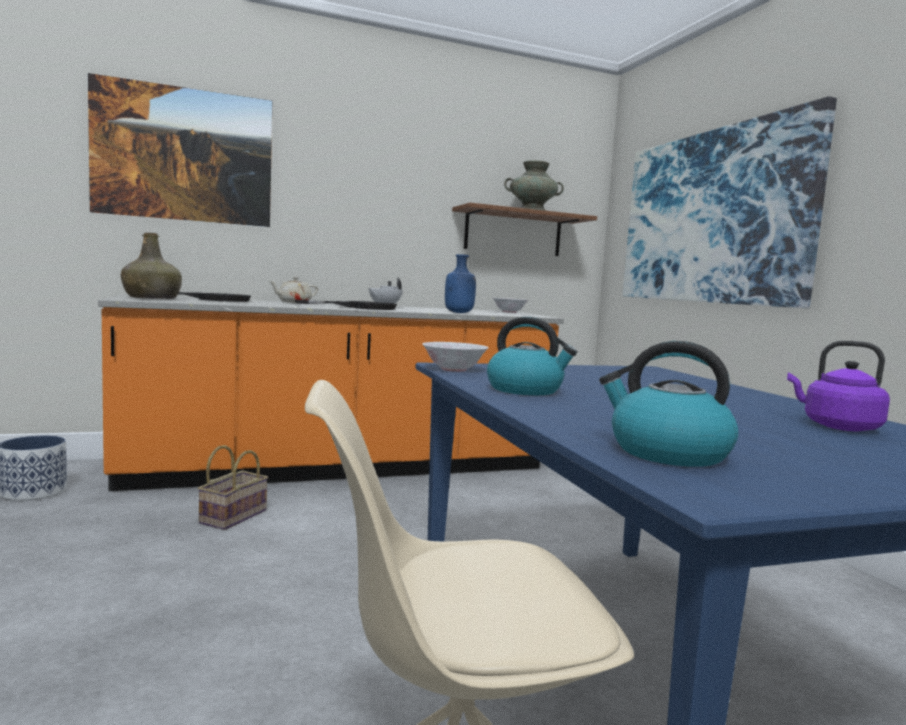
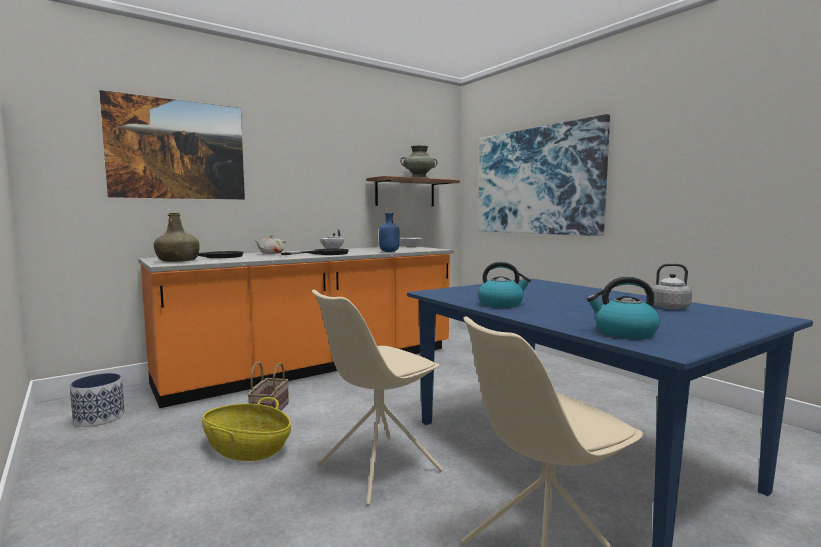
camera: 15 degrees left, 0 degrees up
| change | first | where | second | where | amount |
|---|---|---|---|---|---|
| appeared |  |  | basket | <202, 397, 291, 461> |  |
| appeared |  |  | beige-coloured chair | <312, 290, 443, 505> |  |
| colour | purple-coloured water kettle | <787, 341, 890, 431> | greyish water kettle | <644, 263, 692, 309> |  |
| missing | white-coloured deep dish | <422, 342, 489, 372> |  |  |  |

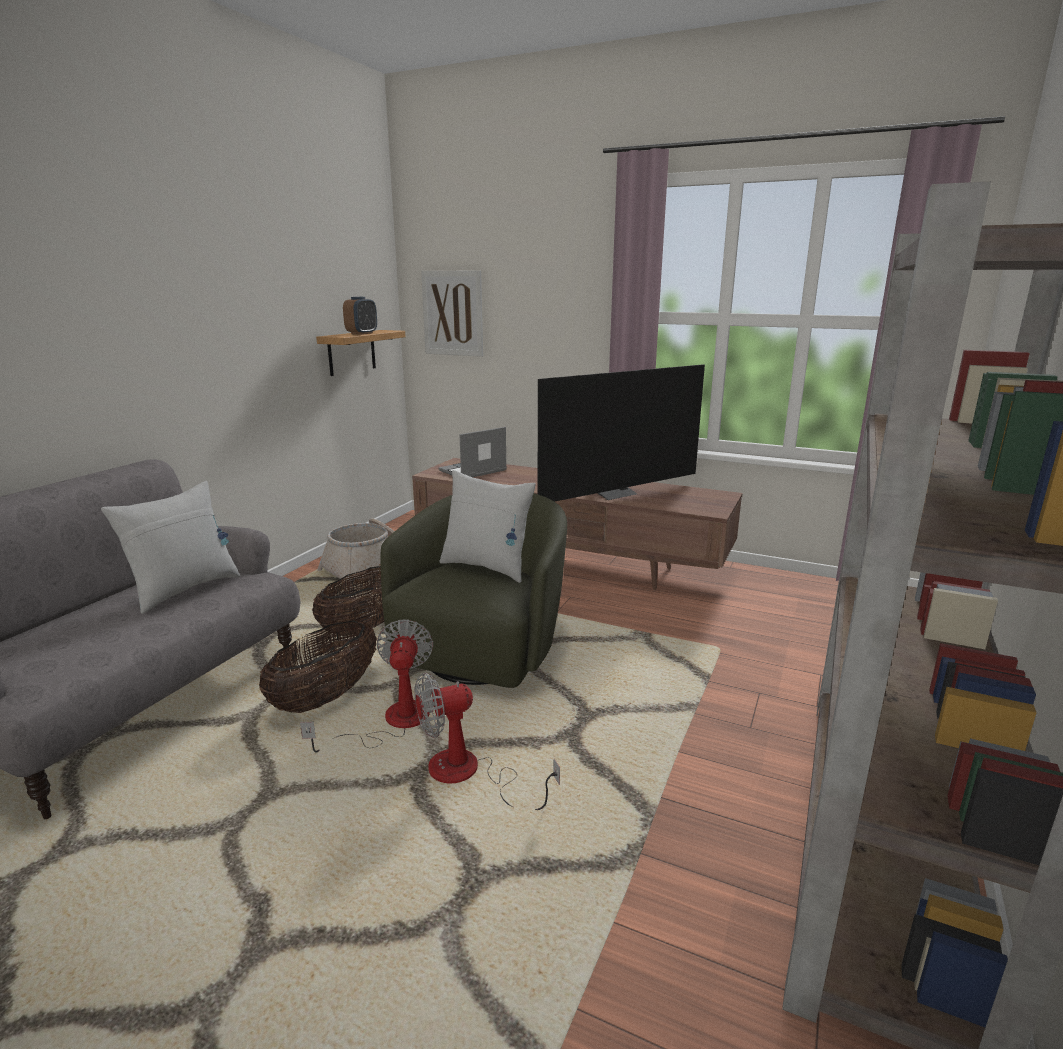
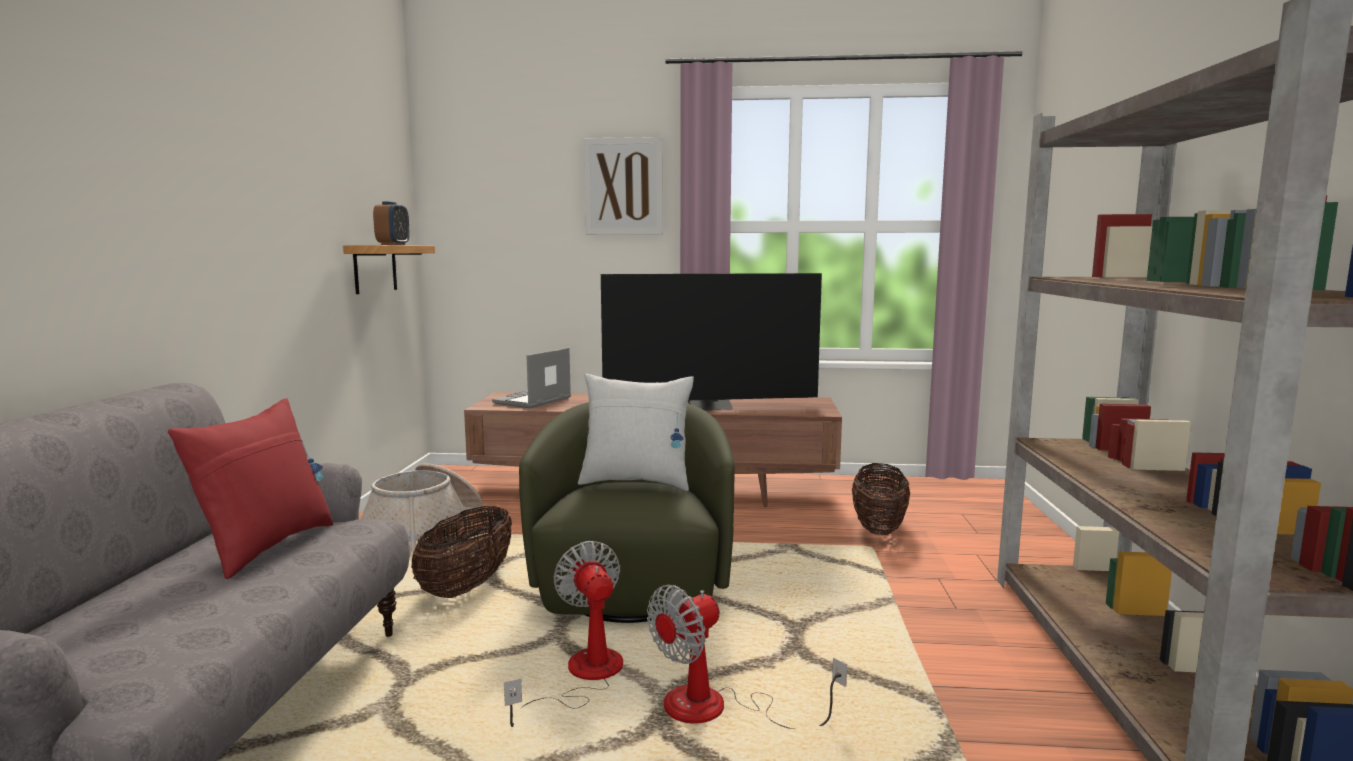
camera: 20 degrees left, 10 degrees down
| change | first | where | second | where | amount |
|---|---|---|---|---|---|
| colour | greyish cushion | <101, 481, 240, 614> | red-coloured cushion | <168, 398, 333, 579> |  |
| relocated | wall picture | <421, 271, 483, 357> |  | <584, 137, 663, 235> |  |
| spun | TV | <537, 364, 705, 502> |  | <601, 273, 822, 410> | 45 degrees clockwise |
| relocated | basket | <259, 620, 377, 713> |  | <852, 463, 910, 535> |  |

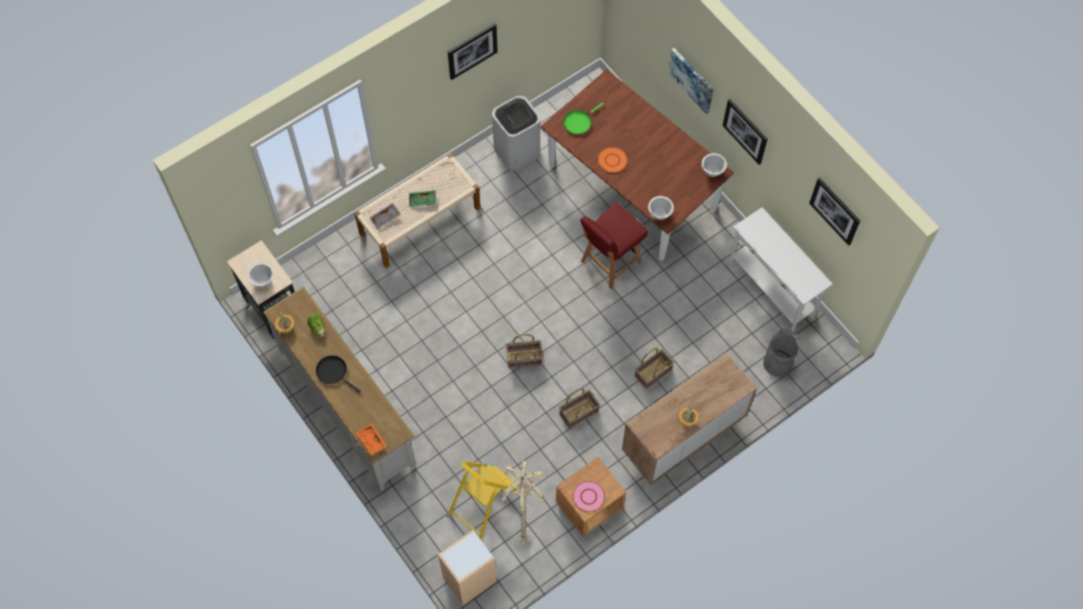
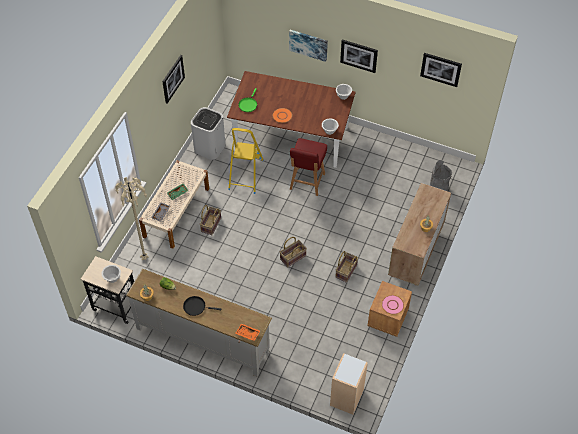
camera: 30 degrees left, 10 degrees down
| change | first | where | second | where | amount |
|---|---|---|---|---|---|
| relocated | beige-coloured standing lamp | <501, 461, 545, 544> |  | <115, 177, 149, 260> |  |
| relocated | basket | <635, 348, 674, 389> |  | <200, 205, 221, 235> |  |
| relocated | yellow-coloured step ladder | <447, 461, 518, 541> |  | <228, 128, 264, 194> |  |
| missing | white-coloured narrow table | <729, 207, 833, 331> |  |  |  |

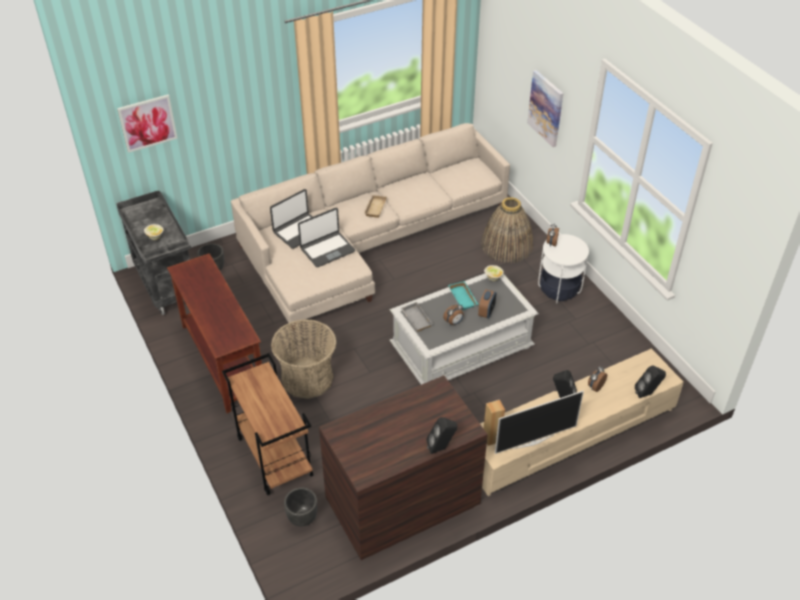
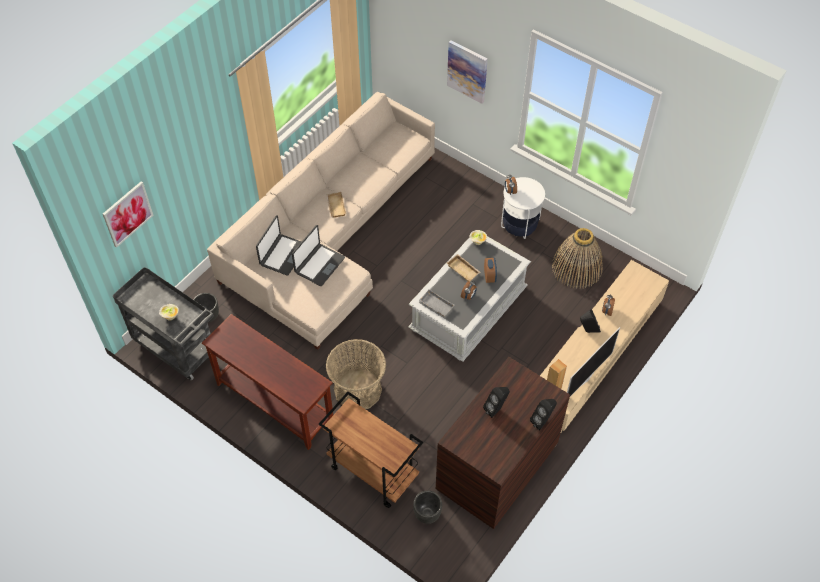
camera: 25 degrees left, 10 degrees up
| change | first | where | second | where | amount |
|---|---|---|---|---|---|
| colour | turquoise-coloured carrying tray | <448, 281, 479, 311> | beige-coloured carrying tray | <447, 254, 480, 281> |  |
| relocated | black-coloured audio speaker | <635, 366, 666, 398> |  | <483, 387, 510, 418> |  |
| relocated | basket | <481, 197, 533, 263> |  | <552, 228, 603, 289> |  |

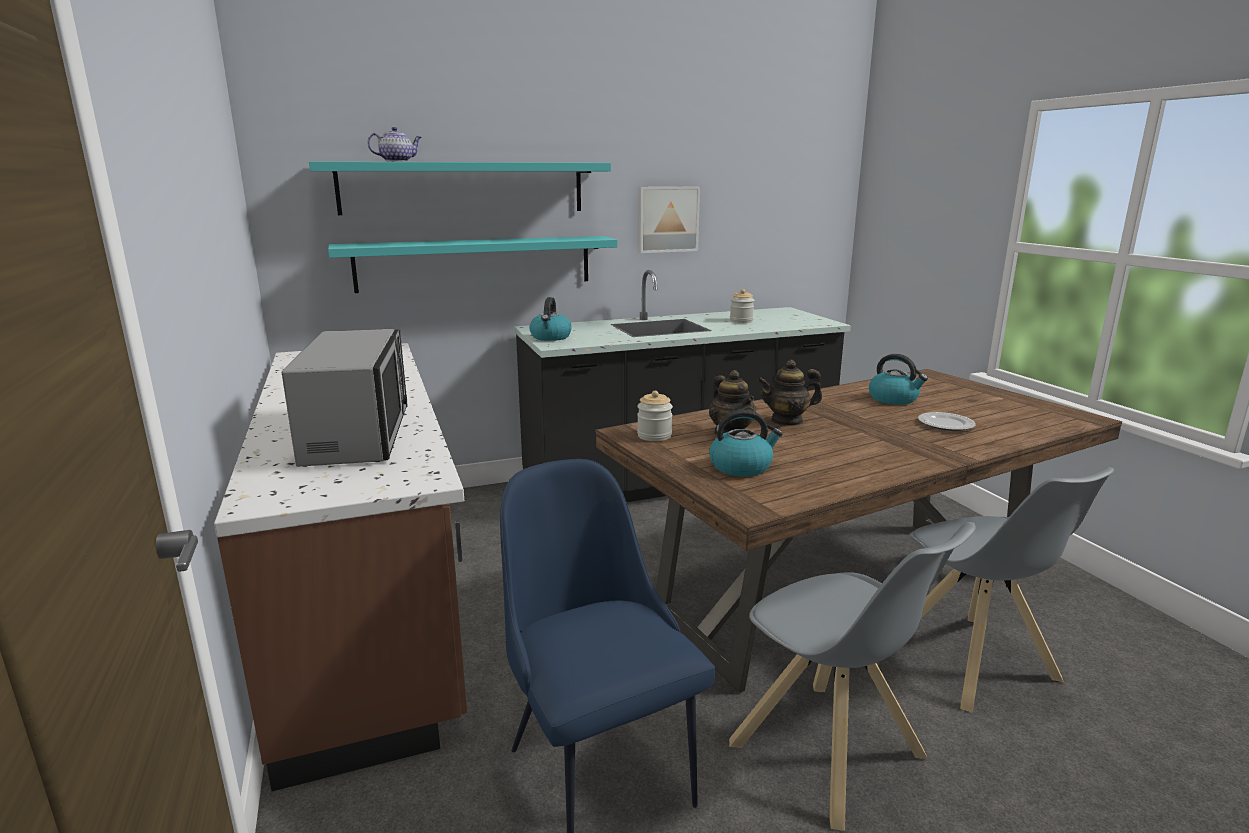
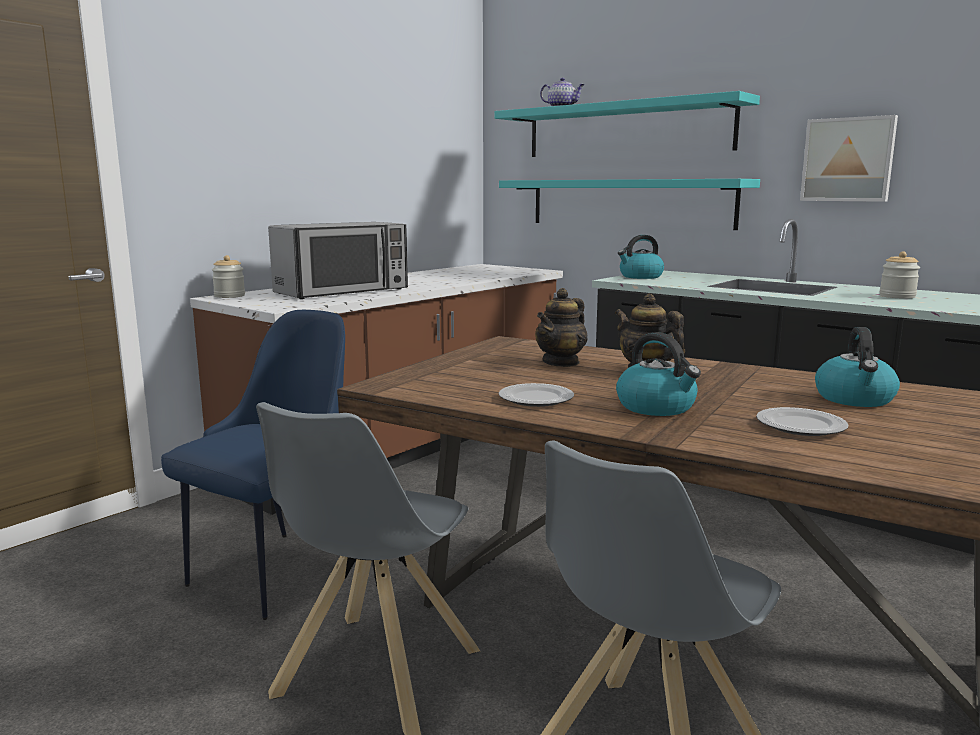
camera: 60 degrees right, 5 degrees down
| change | first | where | second | where | amount |
|---|---|---|---|---|---|
| relocated | jar | <637, 391, 673, 441> |  | <212, 255, 245, 298> |  |
| appeared |  |  | flat dish | <498, 383, 574, 407> |  |
| relocated | water kettle | <709, 409, 783, 477> |  | <616, 332, 701, 416> |  |

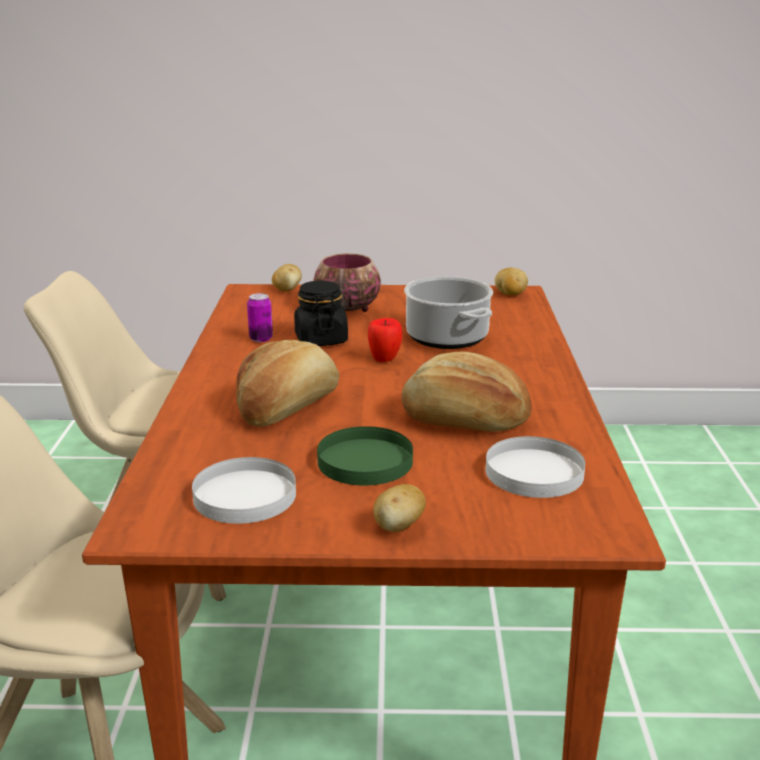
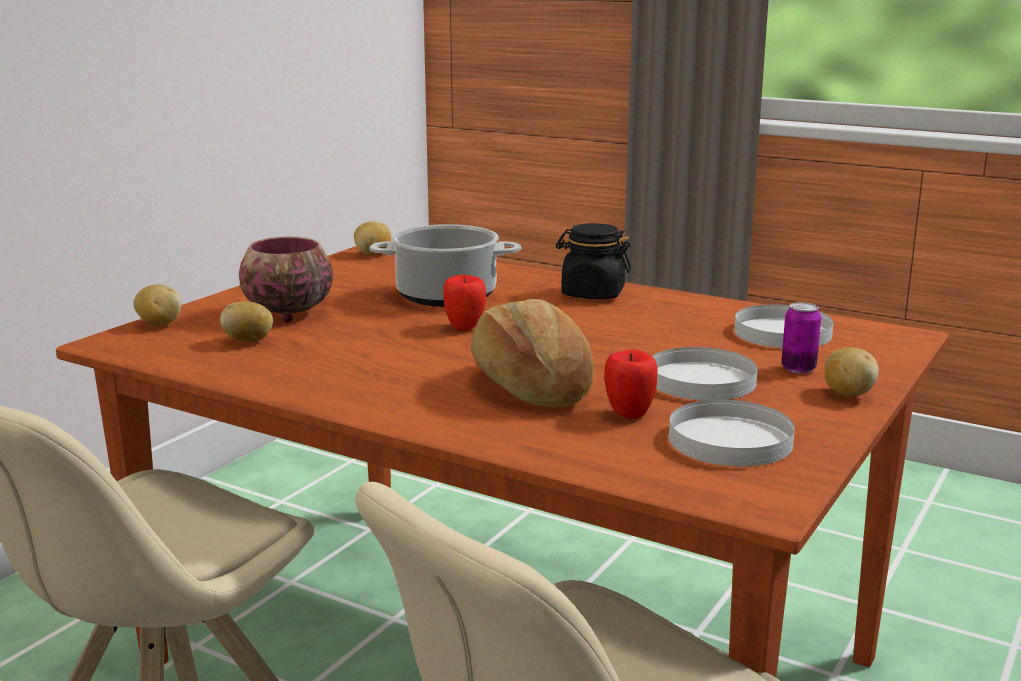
camera: 60 degrees left, 5 degrees down
| change | first | where | second | where | amount |
|---|---|---|---|---|---|
| appeared |  |  | spud | <220, 301, 273, 342> |  |
| relocated | black-coloured jar | <294, 281, 348, 346> |  | <556, 223, 631, 299> |  |
| appeared |  |  | apple fruit | <604, 349, 658, 419> |  |
| colour | green flat dish | <317, 426, 413, 486> | white-coloured flat dish | <652, 347, 758, 400> |  |
| relocated | can | <247, 293, 273, 342> |  | <781, 302, 821, 373> |  |
| missing | bread | <402, 352, 532, 432> |  |  |  |

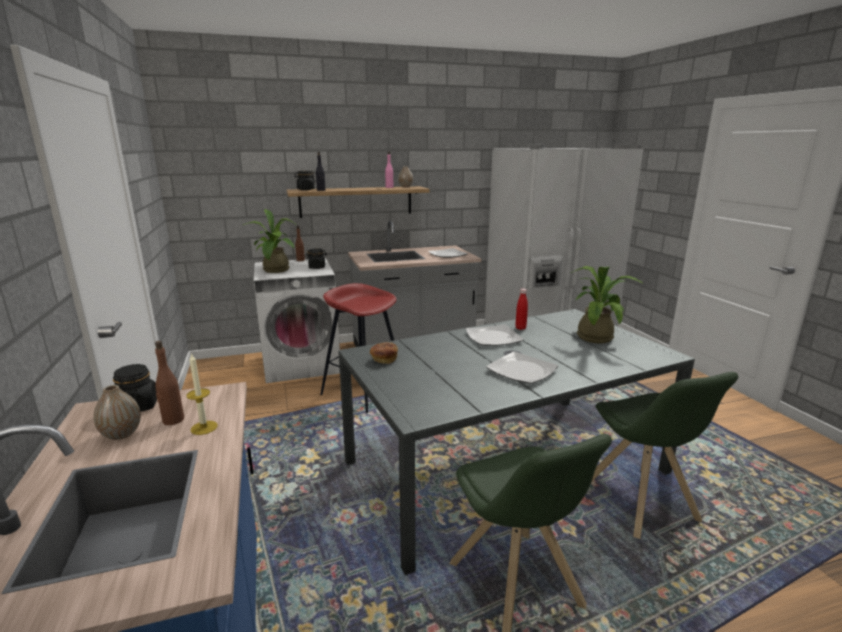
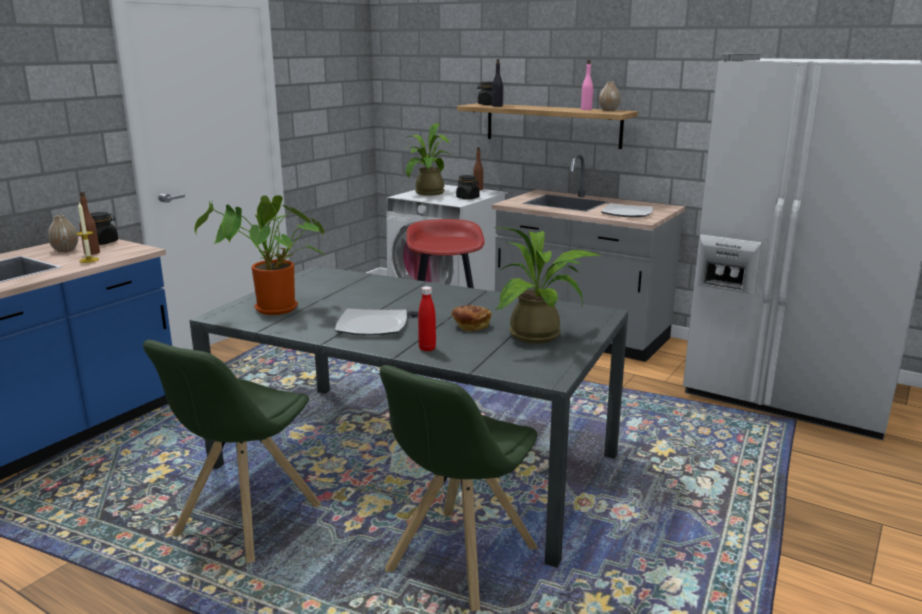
camera: 50 degrees right, 0 degrees up
| change | first | where | second | where | amount |
|---|---|---|---|---|---|
| appeared |  |  | houseplant | <194, 195, 325, 315> |  |
| relocated | red-coloured drink bottle | <515, 289, 528, 330> |  | <418, 286, 436, 351> |  |
| relocated | bread | <370, 342, 398, 364> |  | <452, 305, 491, 331> |  |
| missing | flat dish | <466, 325, 523, 346> |  |  |  |

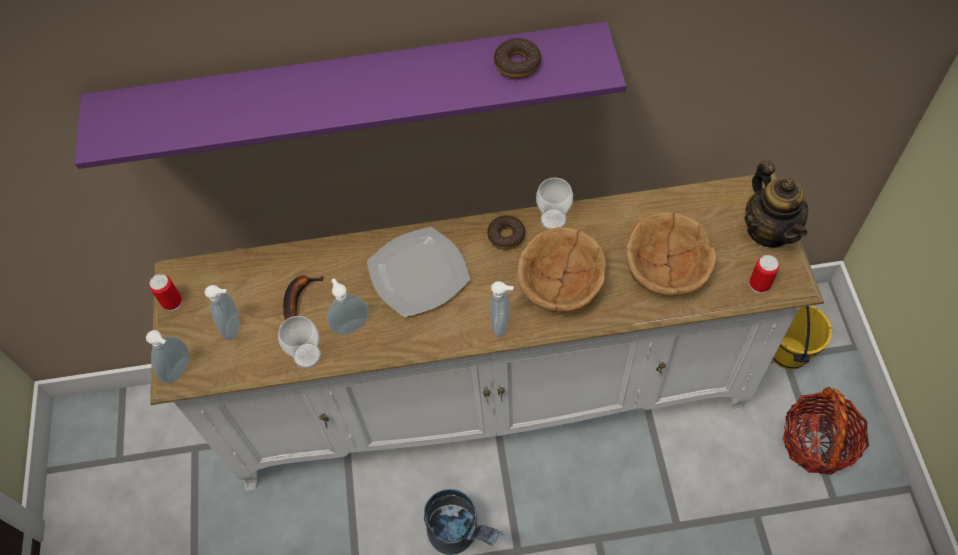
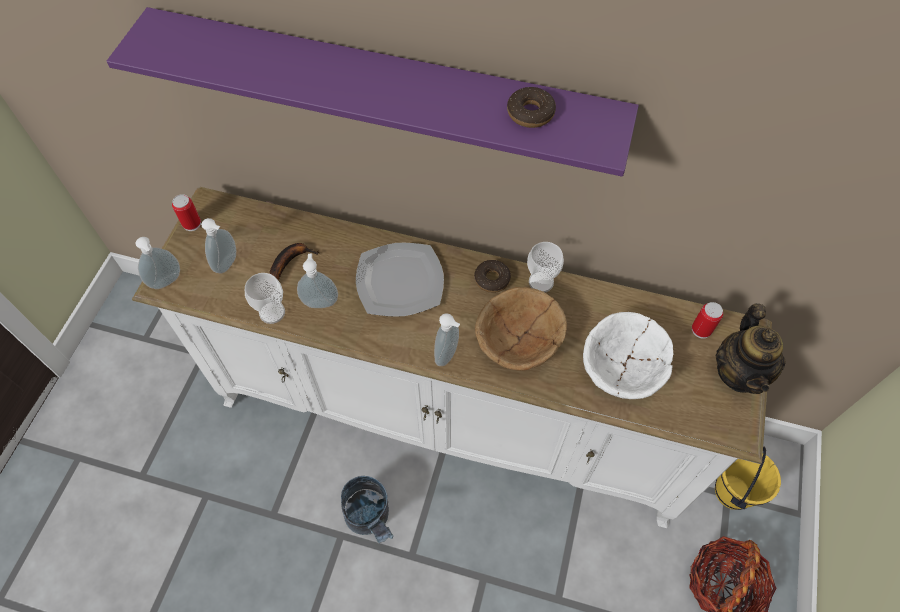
camera: 20 degrees right, 0 degrees up
| change | first | where | second | where | amount |
|---|---|---|---|---|---|
| colour | brown deep dish | <626, 212, 716, 296> | white-coloured deep dish | <583, 312, 673, 399> |  |
| relocated | can | <749, 255, 779, 293> |  | <692, 302, 723, 339> |  |

